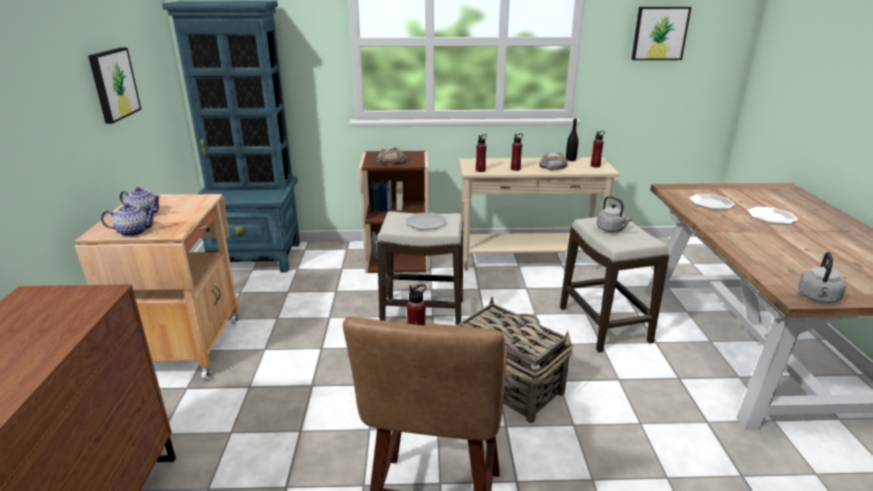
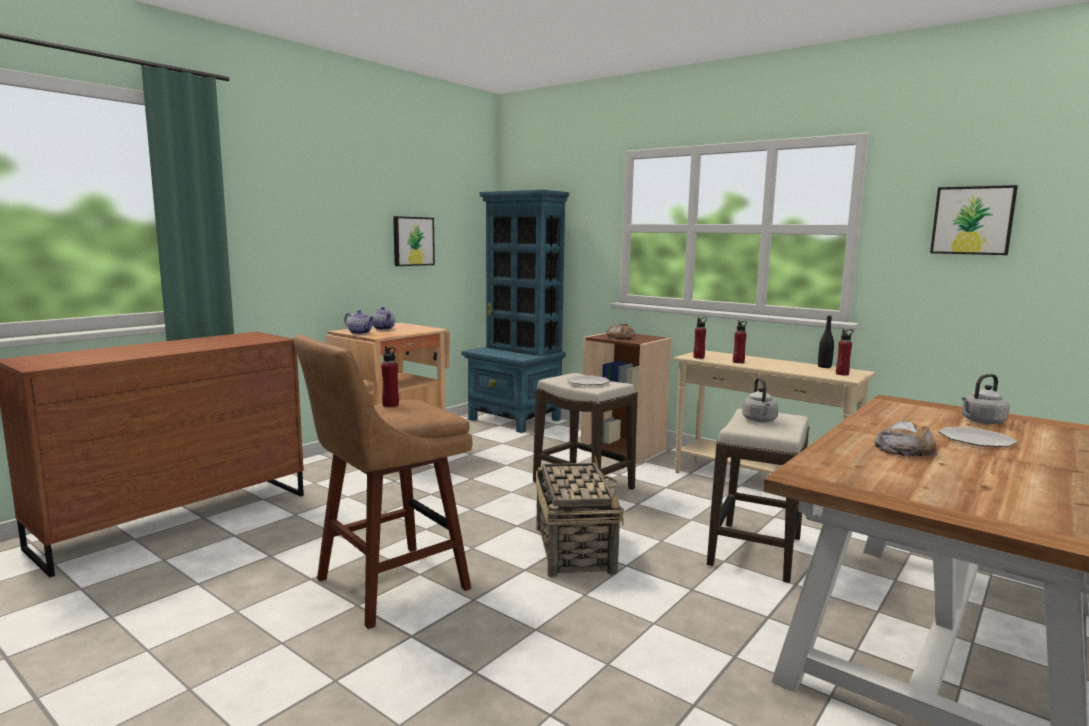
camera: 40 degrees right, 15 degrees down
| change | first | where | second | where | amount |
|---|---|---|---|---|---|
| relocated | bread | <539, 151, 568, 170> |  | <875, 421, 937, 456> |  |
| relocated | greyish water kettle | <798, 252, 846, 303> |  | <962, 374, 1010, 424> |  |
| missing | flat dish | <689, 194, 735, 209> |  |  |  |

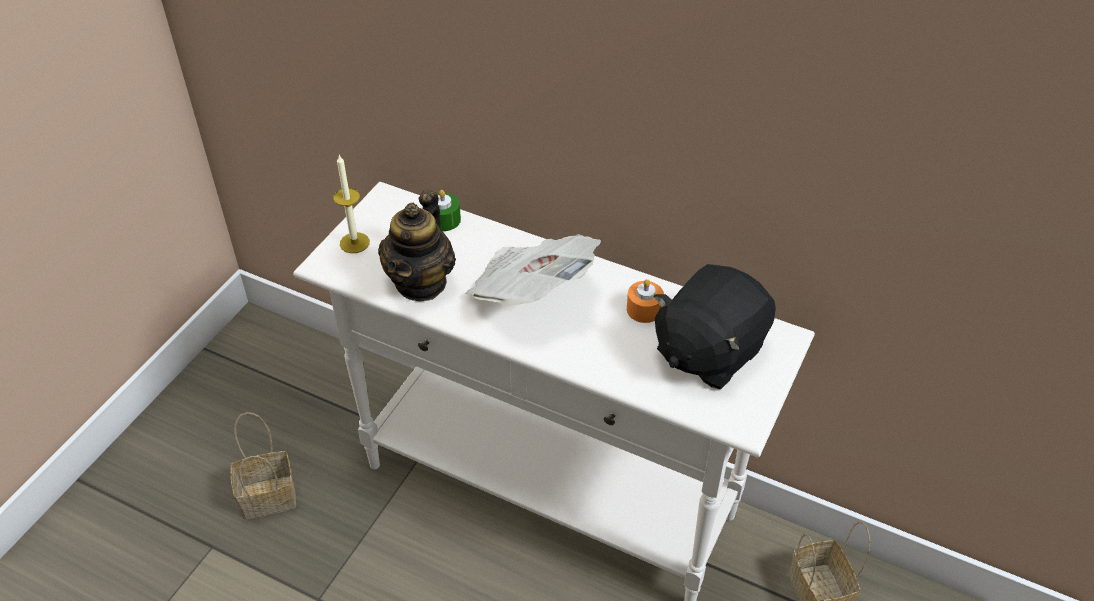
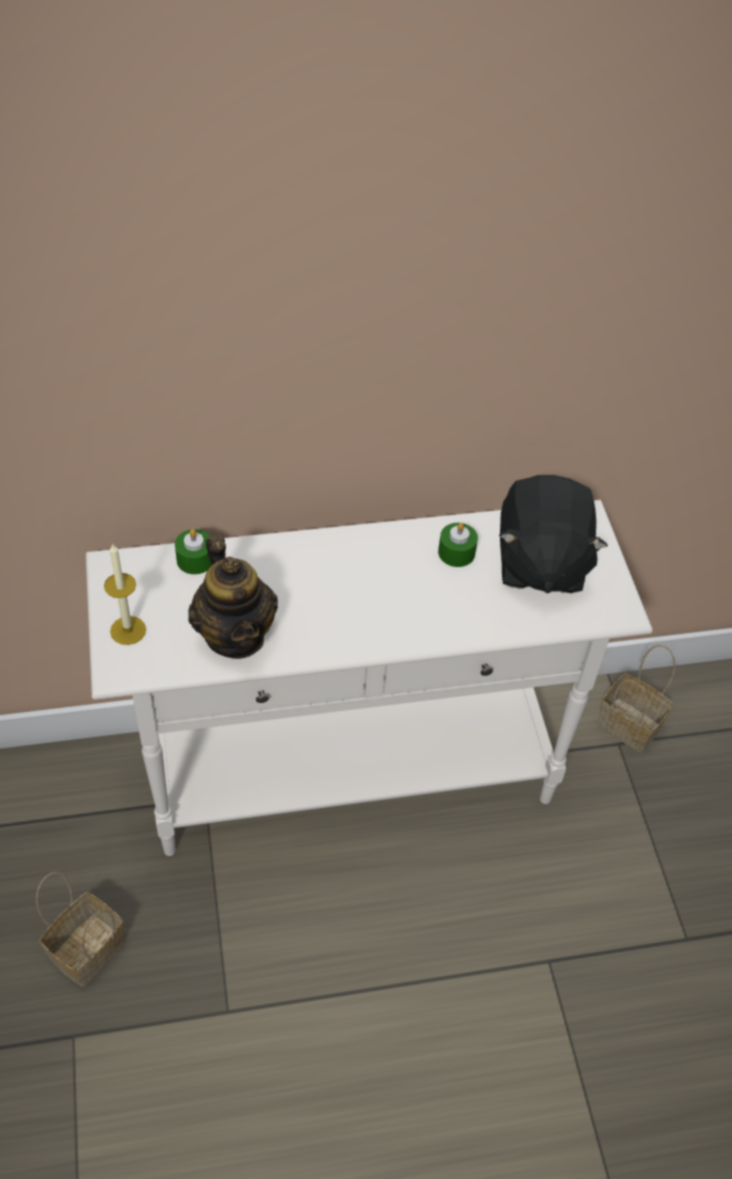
camera: 40 degrees left, 5 degrees up
| change | first | where | second | where | amount |
|---|---|---|---|---|---|
| colour | orange wax light | <627, 279, 664, 323> | green wax light | <438, 522, 478, 567> |  |
| missing | newspaper | <465, 234, 601, 305> |  |  |  |

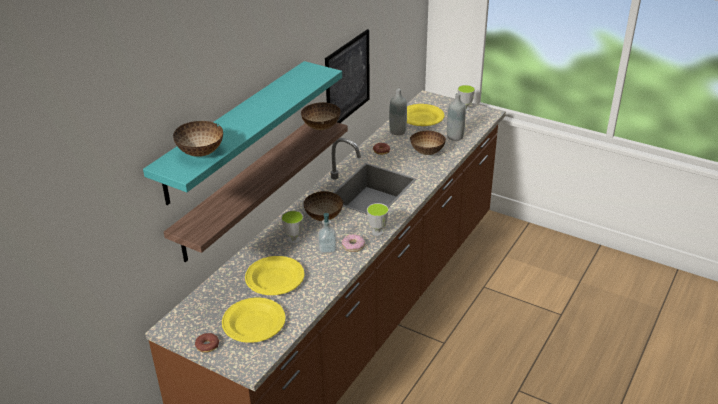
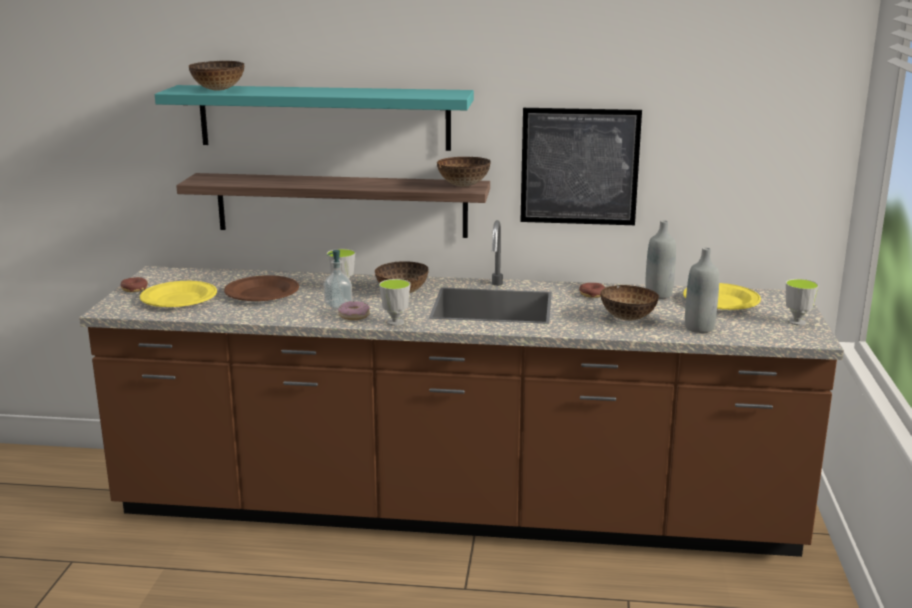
camera: 65 degrees right, 15 degrees down
| change | first | where | second | where | amount |
|---|---|---|---|---|---|
| colour | yellow-coloured flat dish | <245, 256, 305, 295> | brown flat dish | <224, 275, 299, 301> |  |

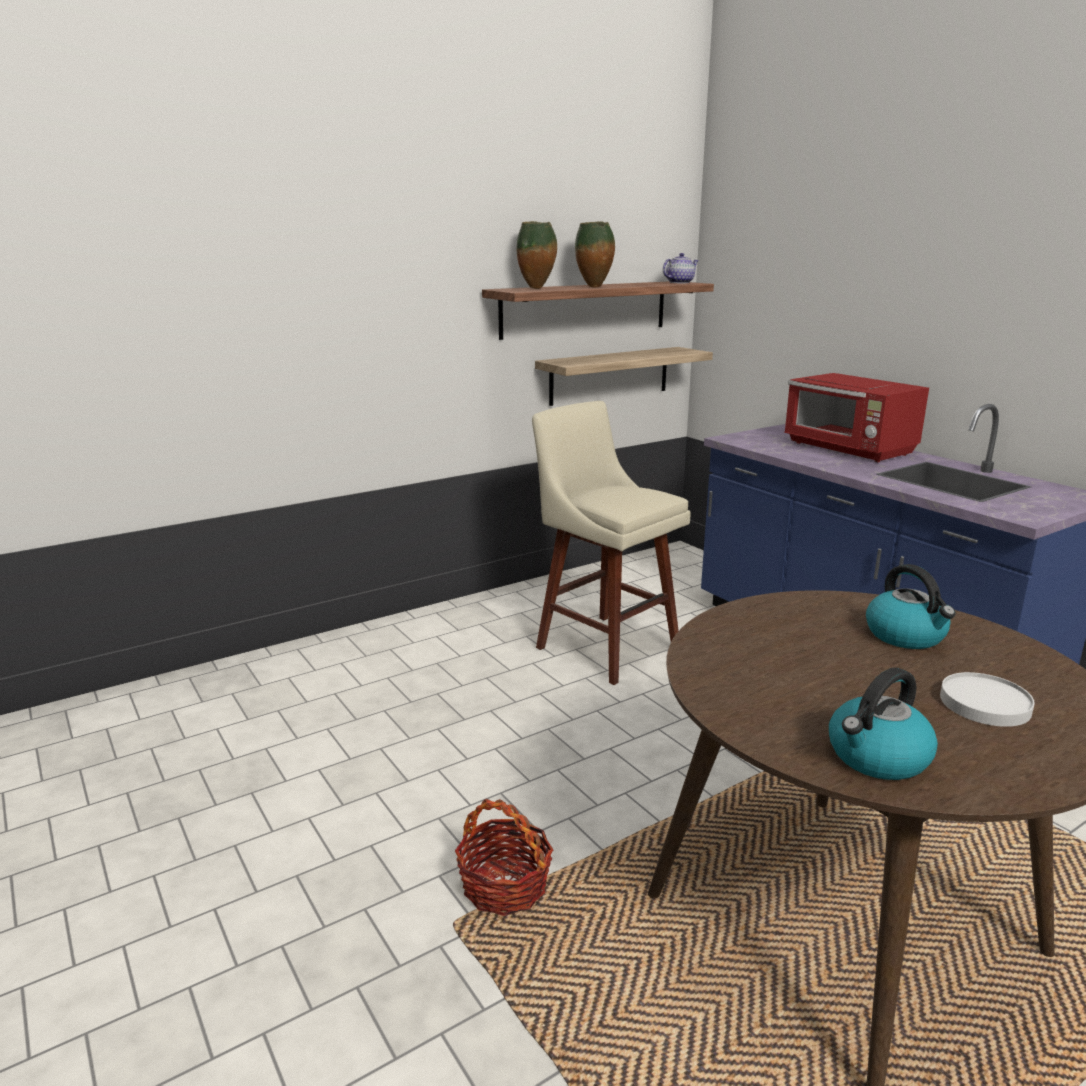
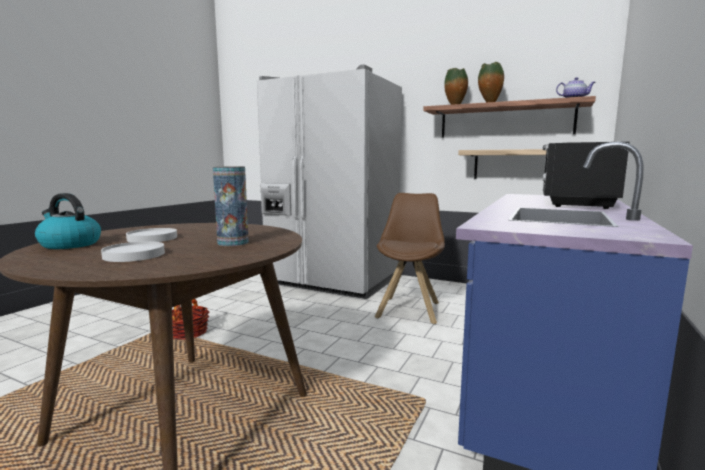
camera: 60 degrees right, 10 degrees down
| change | first | where | second | where | amount |
|---|---|---|---|---|---|
| appeared |  |  | white-coloured flat dish | <126, 228, 177, 242> |  |
| exchanged | water kettle | <866, 564, 956, 649> | decorative vase | <213, 166, 249, 246> |  |
| appeared |  |  | white-coloured fridge | <257, 64, 402, 300> |  |
| exchanged | beige-coloured stool seat | <532, 401, 691, 685> | brown chair | <375, 193, 445, 324> |  |
| colour | red-coloured microwave oven | <784, 373, 929, 462> | black-coloured microwave oven | <543, 142, 630, 209> |  |

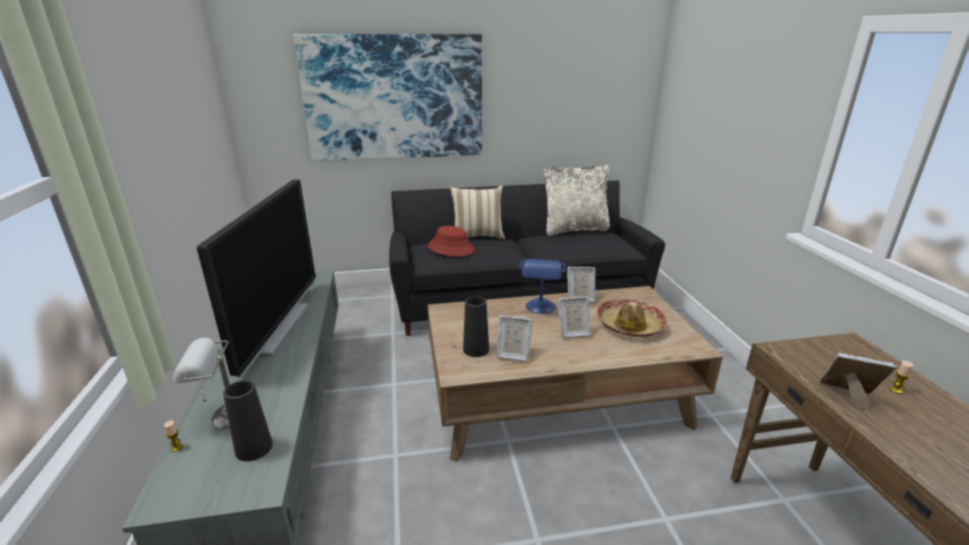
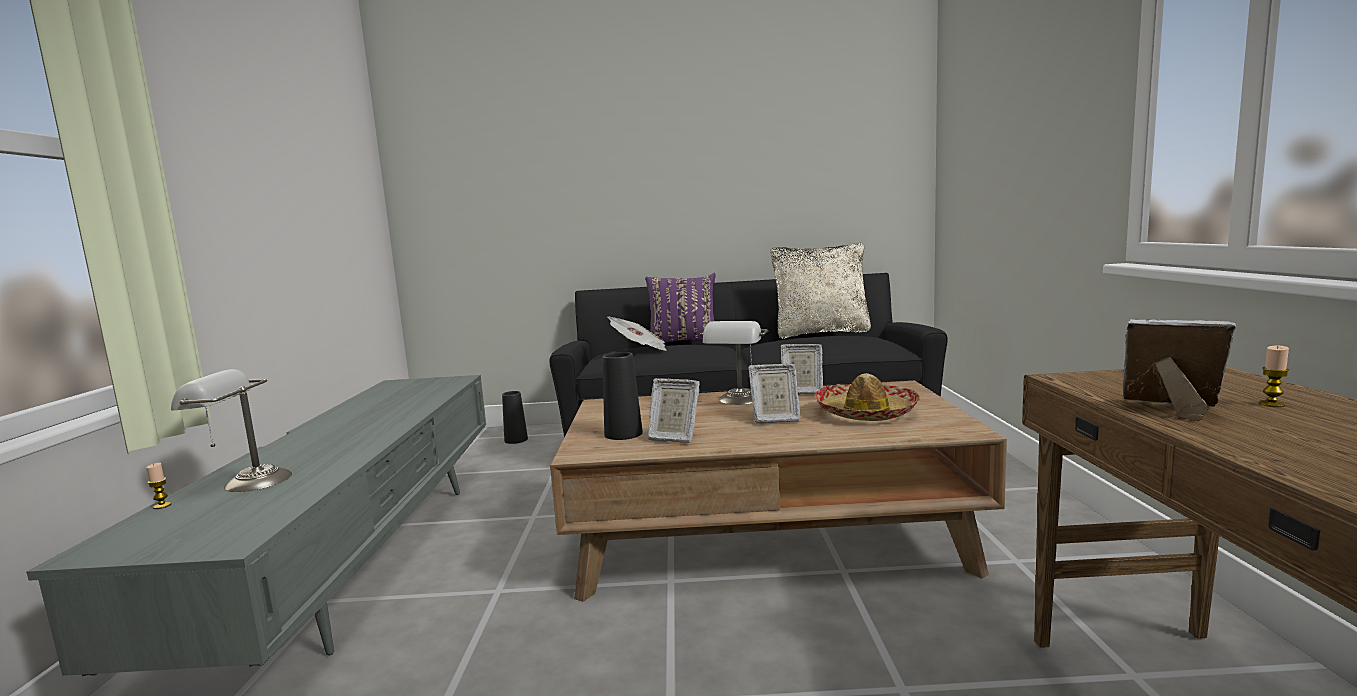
camera: 10 degrees right, 15 degrees down
| change | first | where | second | where | amount |
|---|---|---|---|---|---|
| relocated | black-coloured decorative vase | <223, 380, 273, 461> |  | <502, 391, 528, 444> |  |
| exchanged | red-coloured hat | <428, 226, 475, 256> | newspaper | <608, 317, 667, 351> |  |
| colour | beige-coloured cushion | <450, 185, 505, 239> | purple-coloured cushion | <645, 273, 716, 347> |  |
| colour | blue tabletop lamp | <519, 259, 566, 314> | white-coloured tabletop lamp | <700, 321, 769, 405> |  |
| missing | TV | <197, 180, 316, 378> |  |  |  |
| missing | wall picture | <294, 34, 482, 161> |  |  |  |

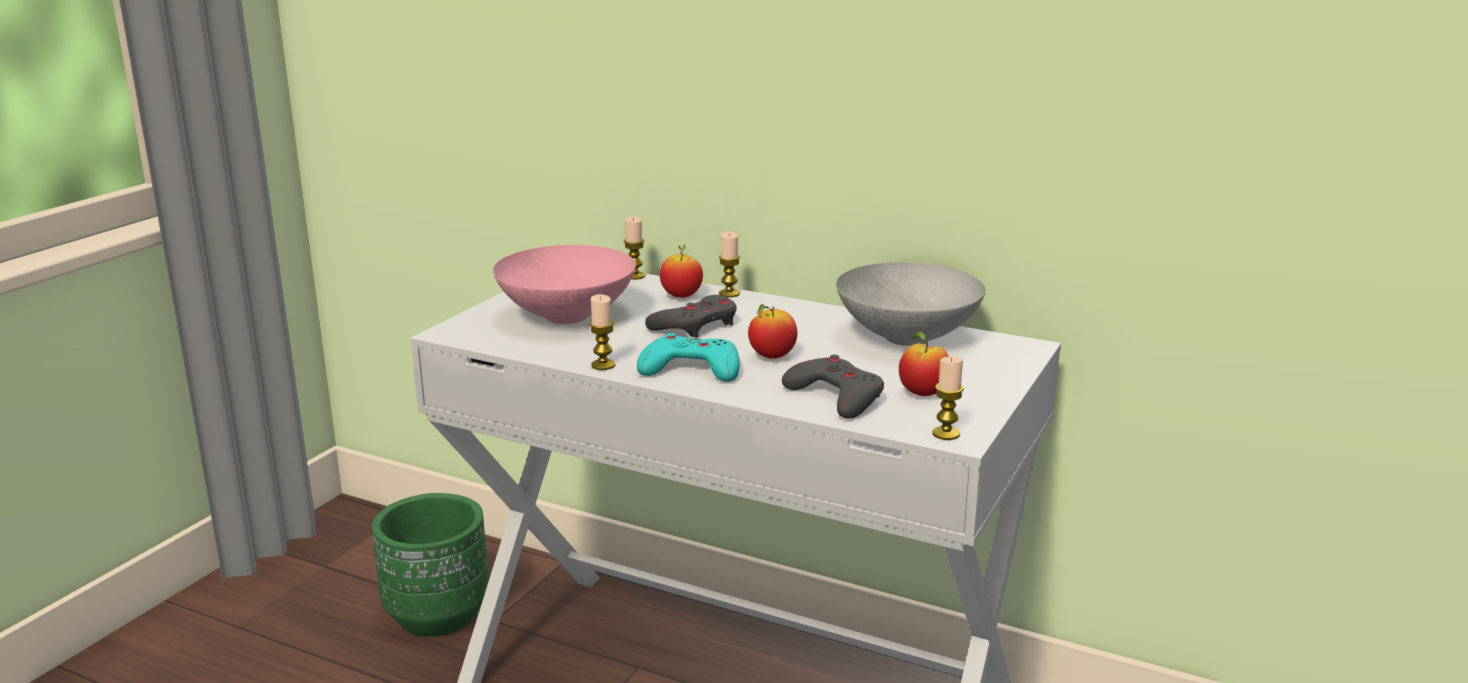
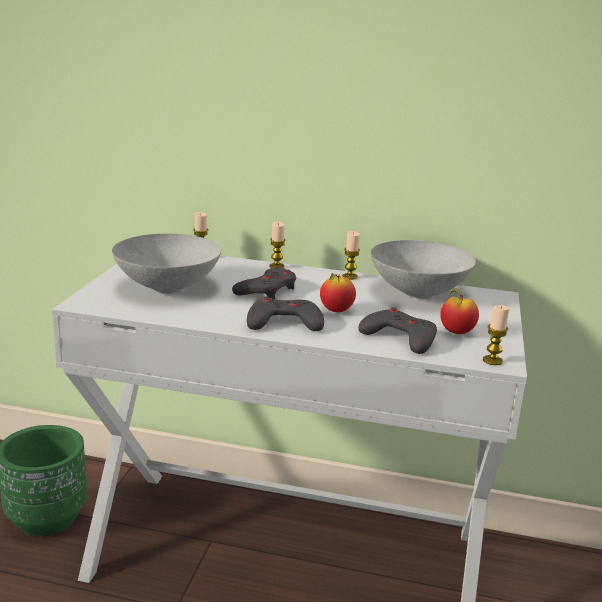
camera: 15 degrees left, 0 degrees up
| change | first | where | second | where | amount |
|---|---|---|---|---|---|
| colour | pinkish deep dish | <493, 245, 636, 324> | greyish deep dish | <112, 234, 221, 293> |  |
| colour | turquoise-coloured gamepad | <637, 333, 740, 382> | greyish gamepad | <247, 296, 324, 331> |  |
| relocated | wax light | <589, 294, 616, 370> |  | <342, 231, 360, 280> |  |
| missing | apple fruit | <660, 245, 703, 298> |  |  |  |

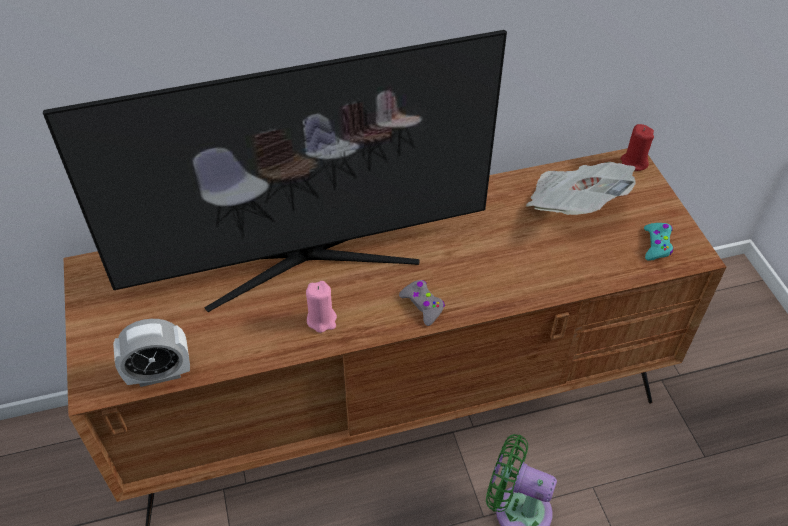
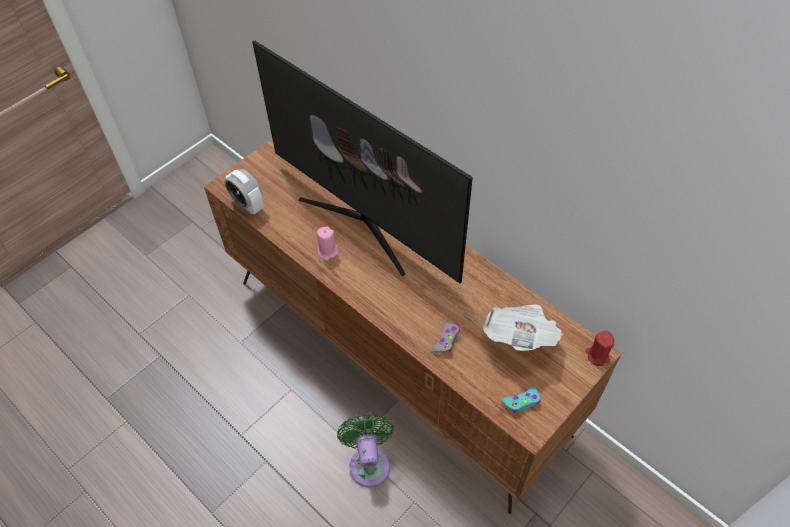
camera: 60 degrees right, 5 degrees up
| change | first | where | second | where | amount |
|---|---|---|---|---|---|
| relocated | greyish gamepad | <399, 280, 445, 326> |  | <432, 322, 460, 353> |  |

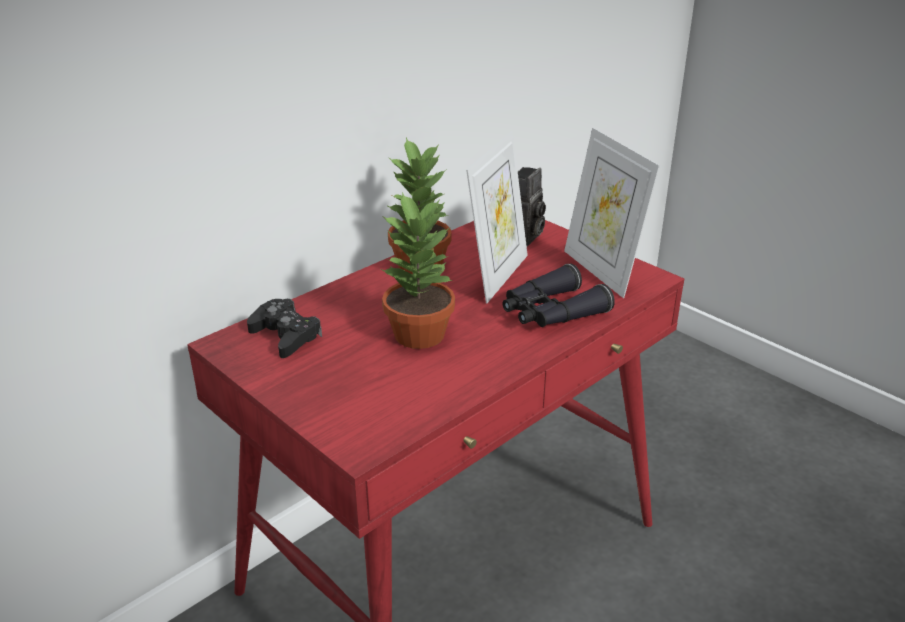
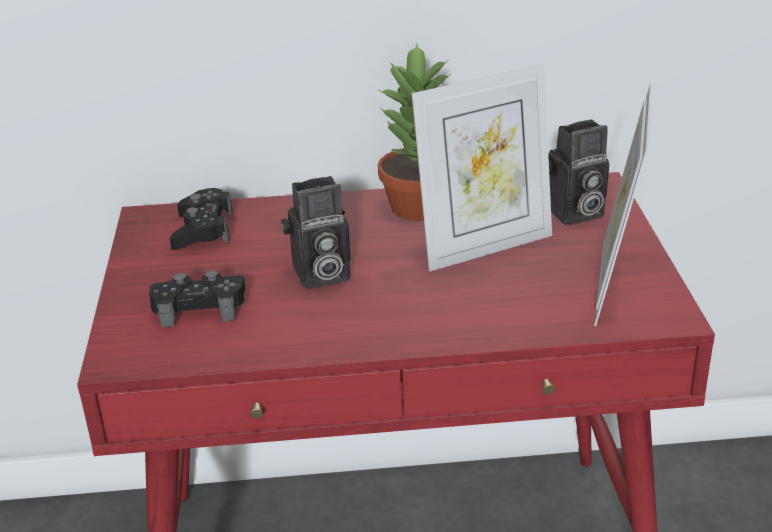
camera: 40 degrees right, 0 degrees up
| change | first | where | second | where | amount |
|---|---|---|---|---|---|
| appeared |  |  | black-coloured gamepad | <149, 270, 245, 328> |  |
| exchanged | houseplant | <381, 192, 455, 349> | still camera | <281, 176, 351, 289> |  |
| missing | black-coloured field glasses | <503, 264, 615, 327> |  |  |  |

